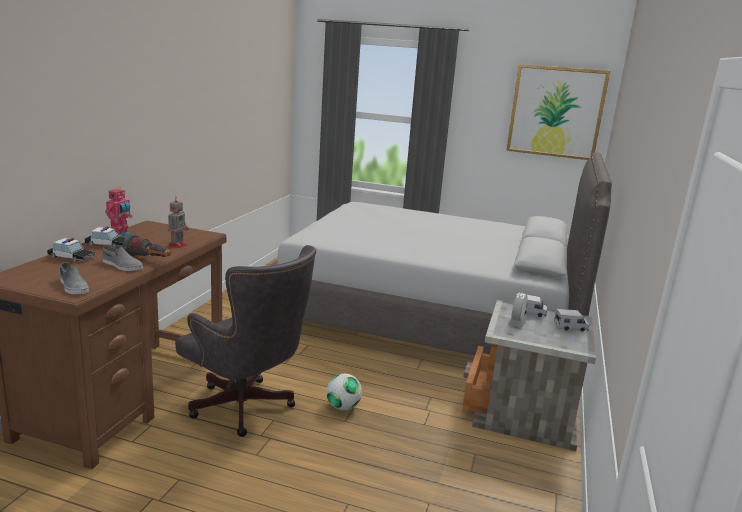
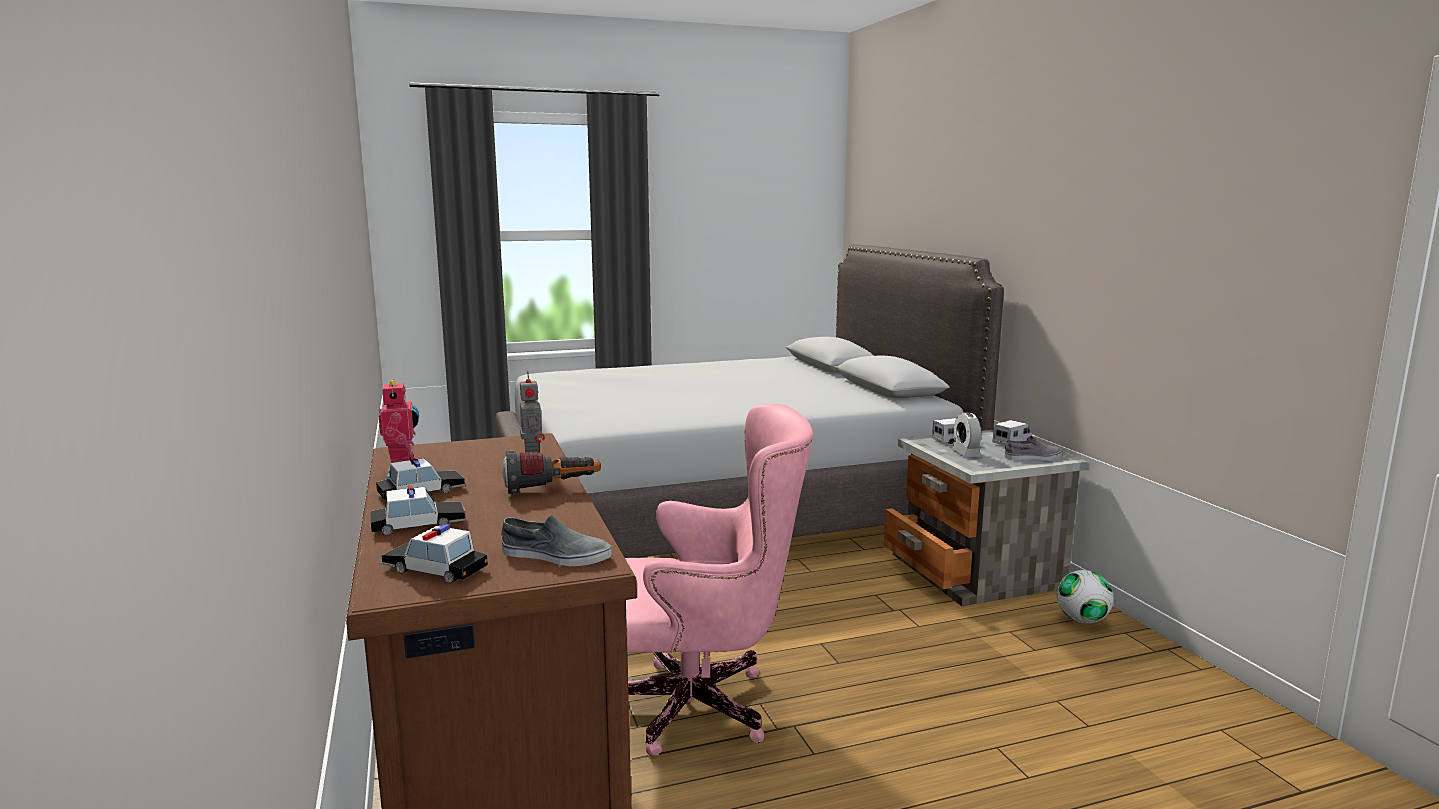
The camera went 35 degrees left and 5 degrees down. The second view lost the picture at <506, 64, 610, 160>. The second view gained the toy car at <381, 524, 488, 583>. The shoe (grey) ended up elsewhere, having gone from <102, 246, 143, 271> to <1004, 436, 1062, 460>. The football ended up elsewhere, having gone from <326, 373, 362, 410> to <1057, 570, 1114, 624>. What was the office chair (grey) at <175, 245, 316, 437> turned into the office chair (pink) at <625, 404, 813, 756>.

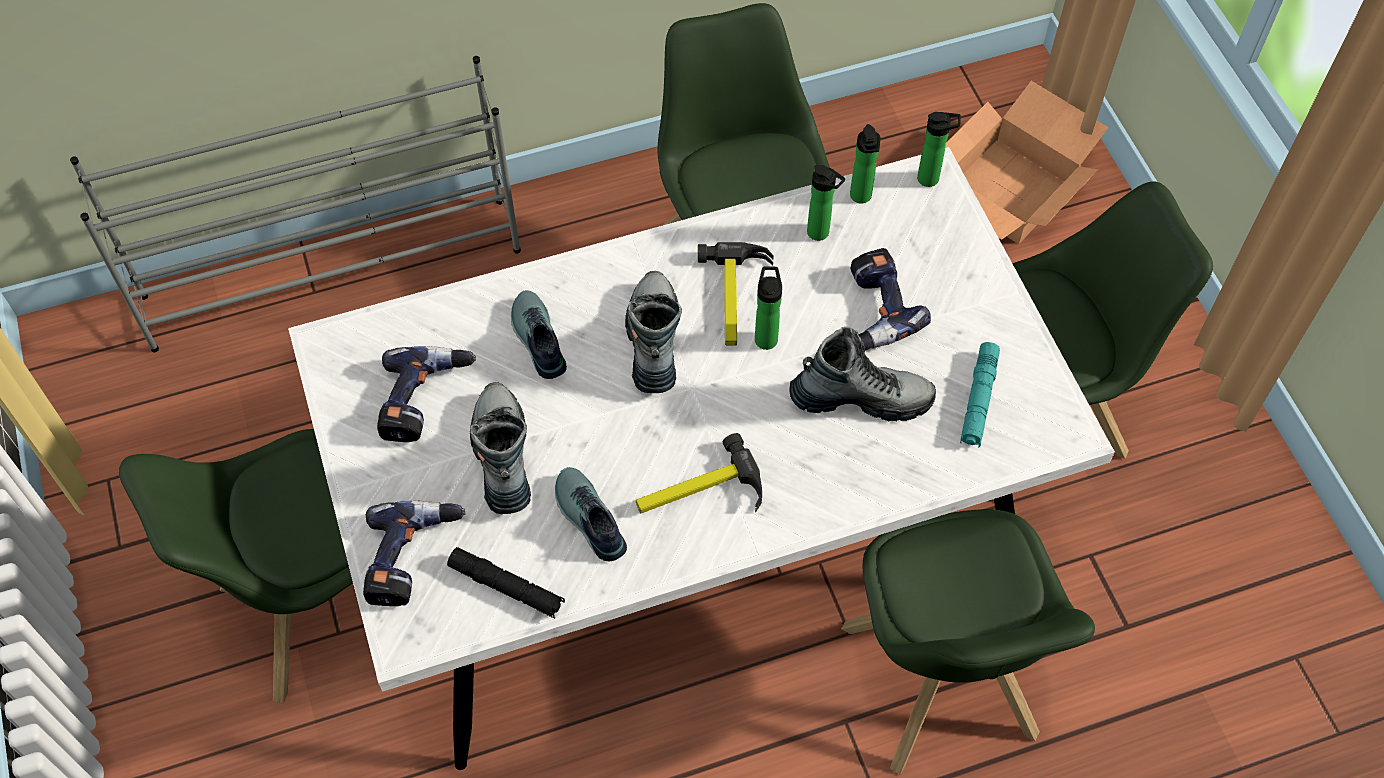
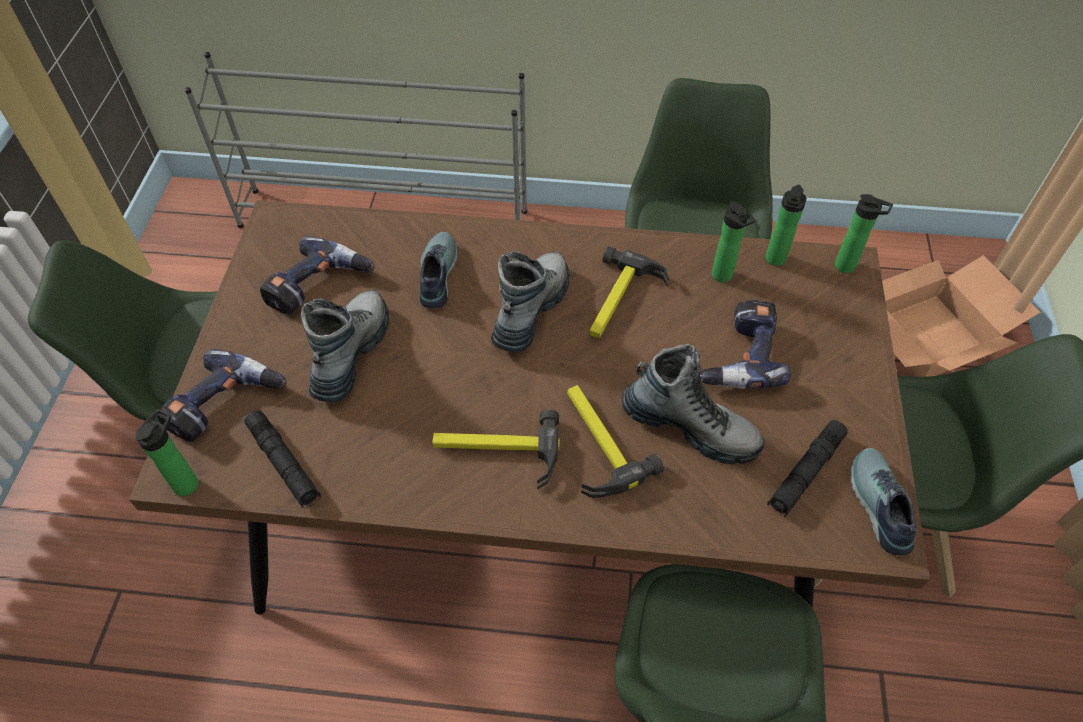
The camera went 25 degrees right and 5 degrees down. The second view gained the hammer at <567, 385, 664, 498>. The shoe ended up elsewhere, having gone from <555, 467, 627, 561> to <850, 448, 917, 555>. The bottle ended up elsewhere, having gone from <755, 266, 782, 350> to <136, 409, 198, 496>. What was the dining table (white) at <288, 147, 1115, 770> turned into the dining table (brown) at <129, 200, 930, 615>. What was the flashlight (turquoise) at <960, 342, 1000, 447> turned into the flashlight (black) at <767, 420, 847, 517>.

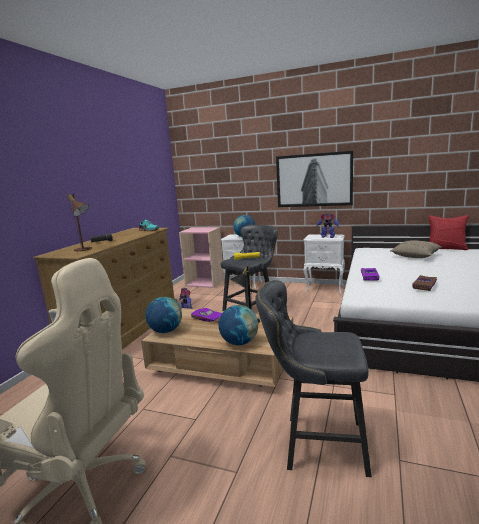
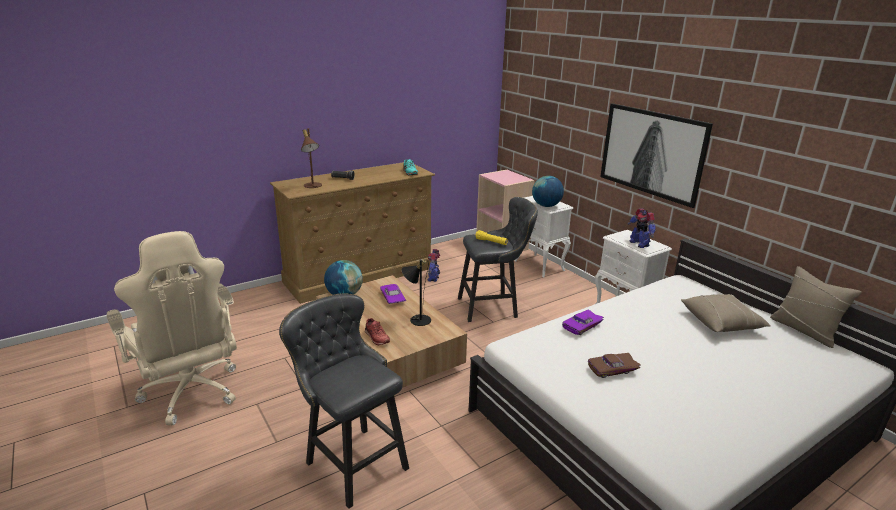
The camera went 35 degrees right and 10 degrees up. Where the globe stood at <219, 305, 258, 345>, the shoe (red) came to stand at <365, 318, 390, 346>. What was the pillow (red) at <428, 215, 469, 250> turned into the pillow (beige) at <770, 266, 862, 348>.

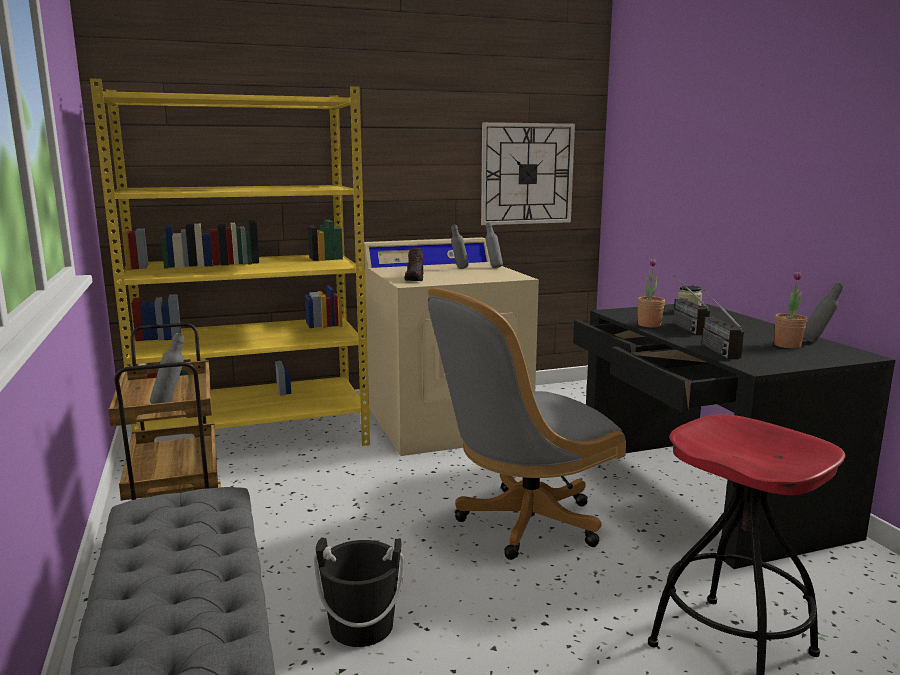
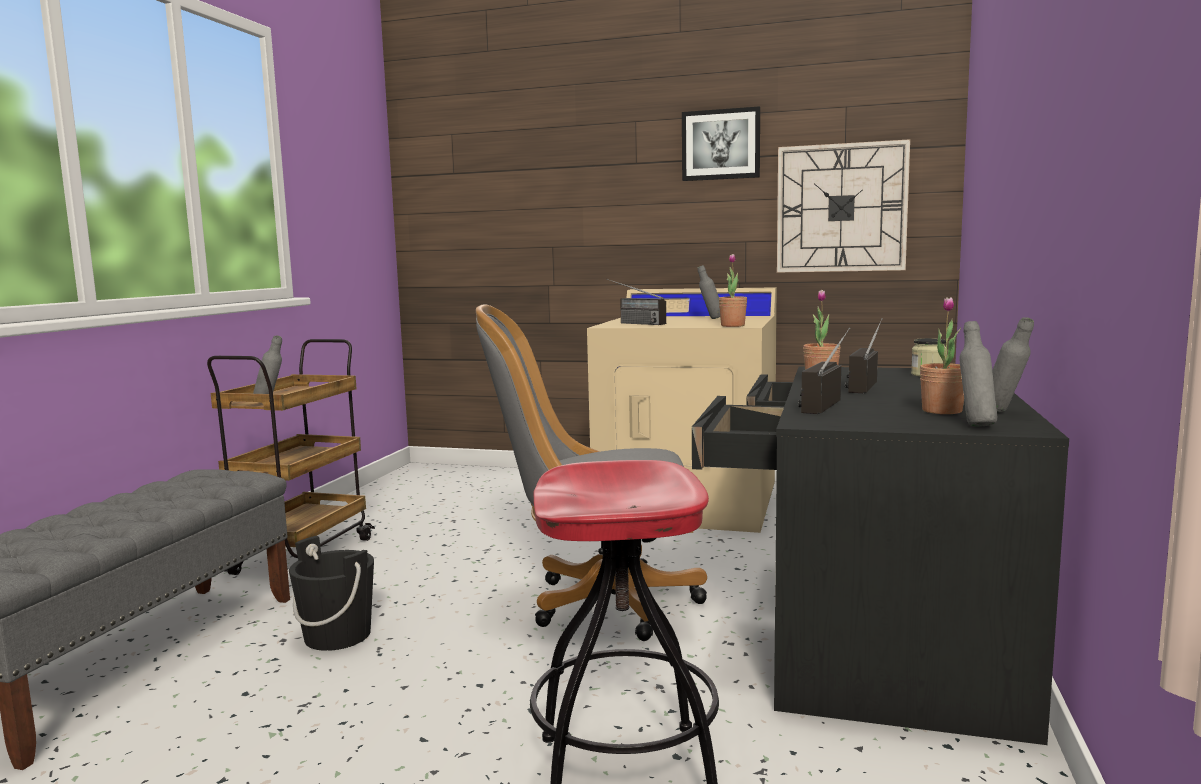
The camera went 35 degrees right and 5 degrees down. The second view lost the bookcase (yellow) at <90, 78, 370, 446>. The second view gained the picture at <682, 106, 760, 181>. The second view gained the potted plant at <719, 254, 747, 327>. The bottle (grey) ended up elsewhere, having gone from <485, 223, 503, 268> to <959, 321, 997, 427>. Where the shoe stood at <405, 248, 423, 281>, the radio came to stand at <606, 279, 666, 325>.

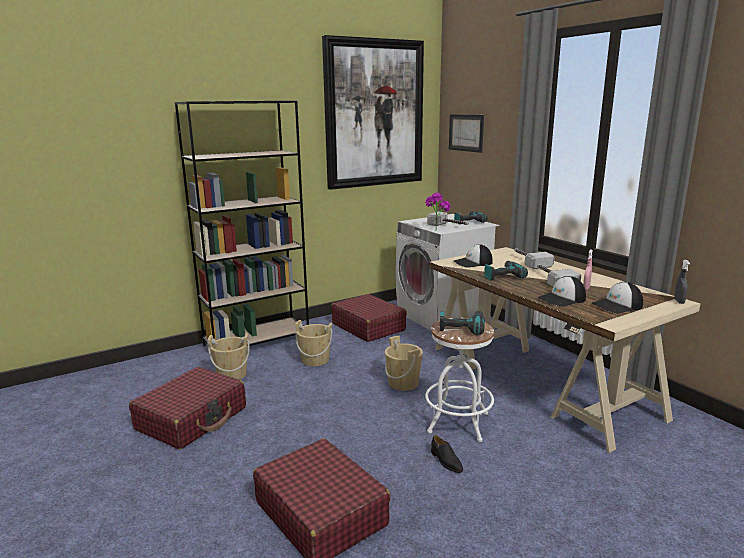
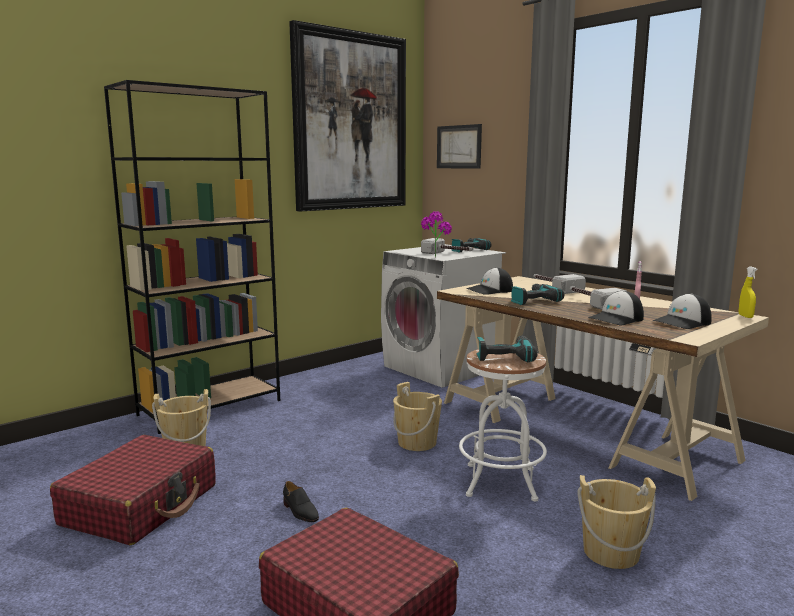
The camera went 10 degrees left and 5 degrees down. The second view lost the suitcase (red) at <331, 294, 407, 342>. The bucket (beige) ended up elsewhere, having gone from <295, 320, 332, 366> to <577, 475, 656, 569>. The shoe (black) ended up elsewhere, having gone from <431, 435, 463, 473> to <283, 481, 319, 522>. What was the spray bottle (grey) at <674, 260, 690, 304> turned into the spray bottle (yellow) at <739, 266, 757, 318>.

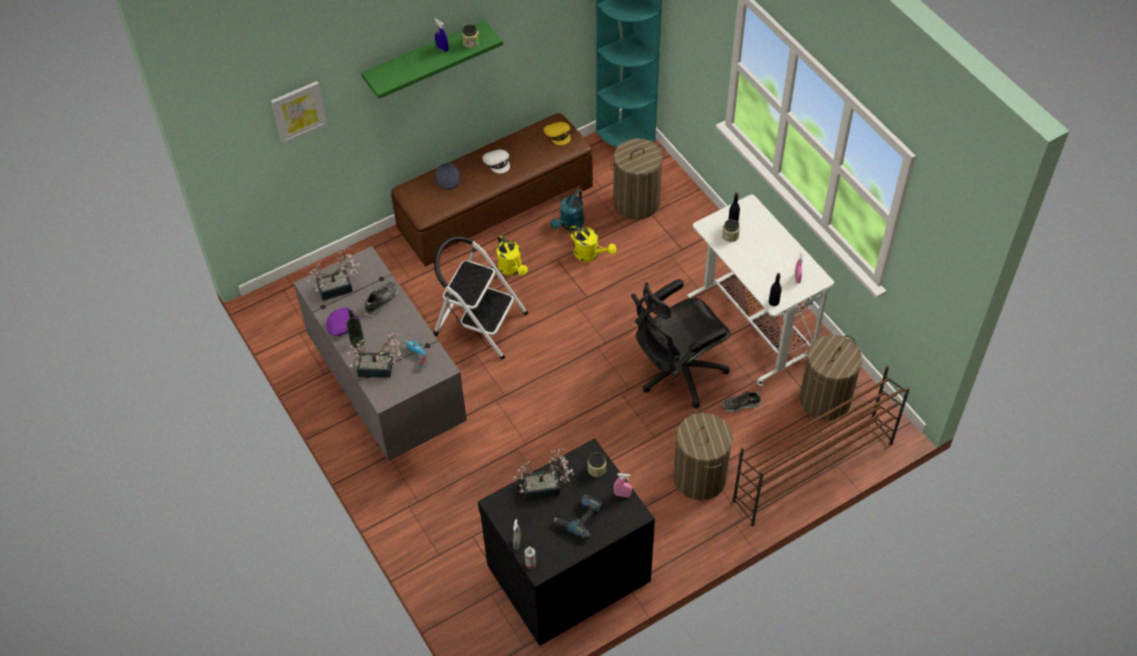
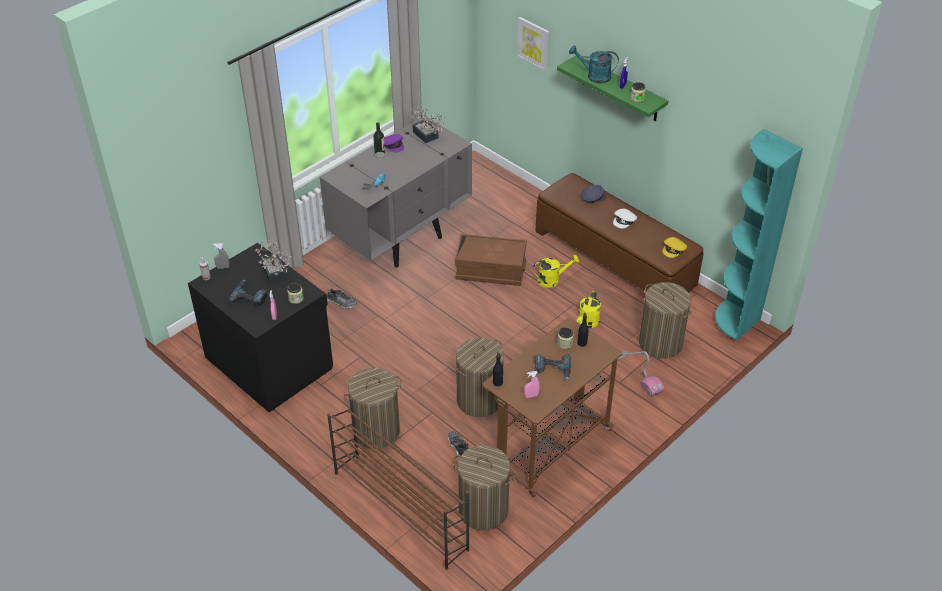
The camera went 75 degrees right and 10 degrees down. The second view lost the potted plant at <347, 333, 404, 378>. The second view gained the power drill at <535, 354, 571, 381>. The second view gained the vacuum cleaner at <618, 351, 664, 397>. The shoe ended up elsewhere, having gone from <364, 282, 398, 316> to <327, 288, 357, 309>. The watering can (turquoise) ended up elsewhere, having gone from <551, 190, 584, 230> to <569, 45, 619, 83>. Where the step ladder stood at <433, 236, 528, 359>, the storage box (brown) came to stand at <455, 233, 527, 286>. Where the office chair stood at <631, 279, 730, 408>, the laundry basket came to stand at <456, 338, 504, 417>. What was the desk (white) at <687, 195, 834, 386> turned into the desk (brown) at <483, 318, 622, 498>. The watering can (yellow) at <497, 235, 528, 276> ended up facing another way, 150 degrees counterclockwise from before.

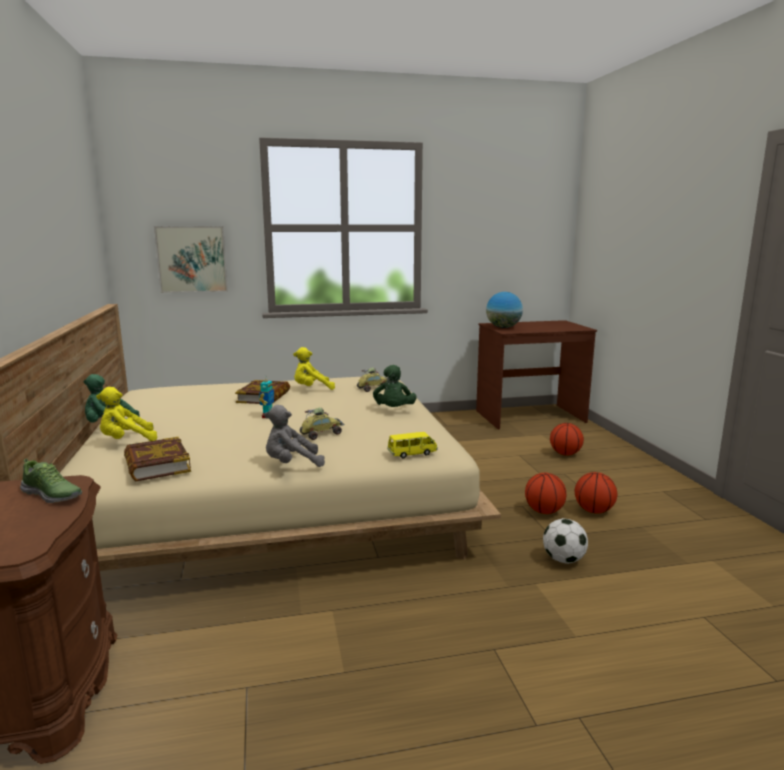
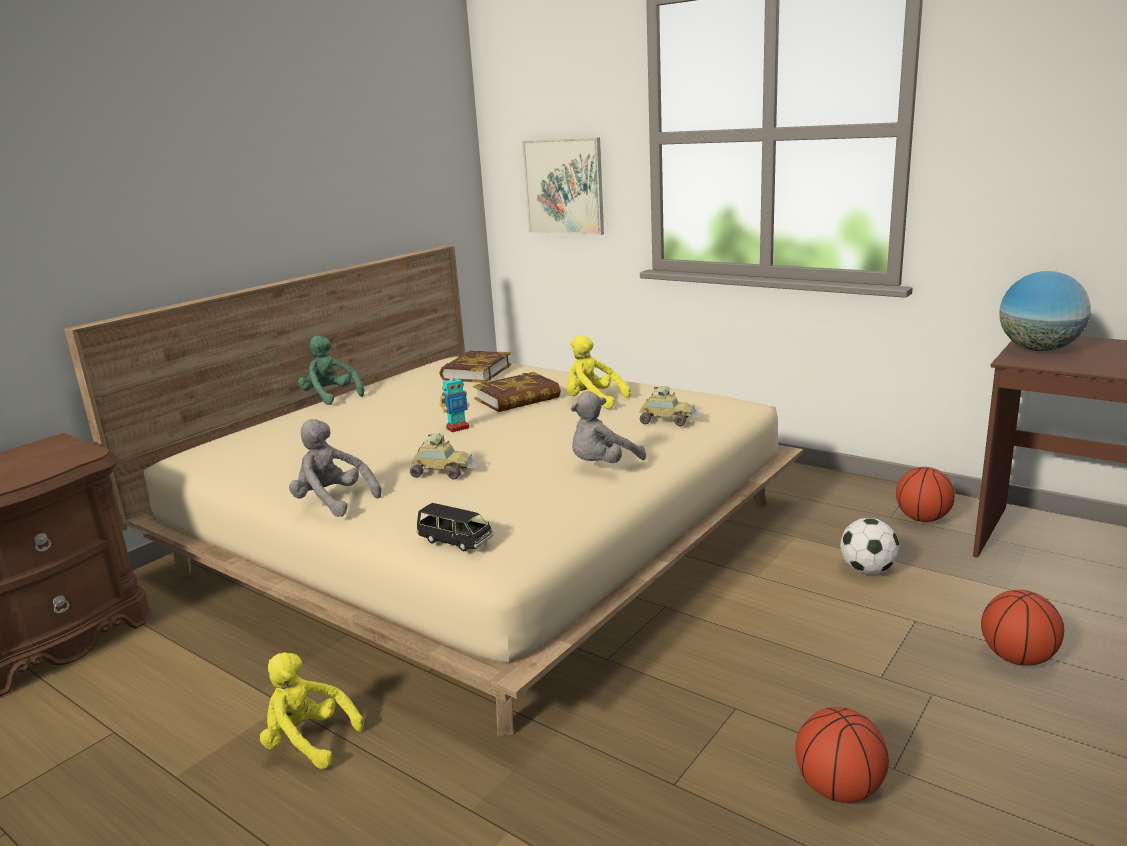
The camera went 50 degrees right and 5 degrees up. The second view lost the shoe at <20, 458, 82, 503>. The plush toy (yellow) ended up elsewhere, having gone from <96, 387, 157, 441> to <260, 652, 364, 769>. The book ended up elsewhere, having gone from <124, 437, 191, 482> to <439, 351, 512, 383>. The basketball ended up elsewhere, having gone from <525, 473, 566, 514> to <896, 467, 955, 522>. The football ended up elsewhere, having gone from <543, 518, 588, 564> to <840, 518, 899, 574>. What was the plush toy (green) at <373, 365, 417, 407> turned into the plush toy (grey) at <571, 391, 646, 463>. What was the toy car (yellow) at <387, 432, 438, 458> turned into the toy car (black) at <416, 503, 494, 551>.

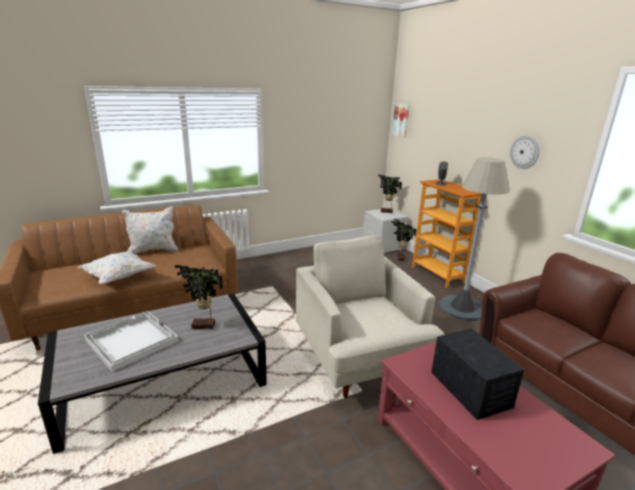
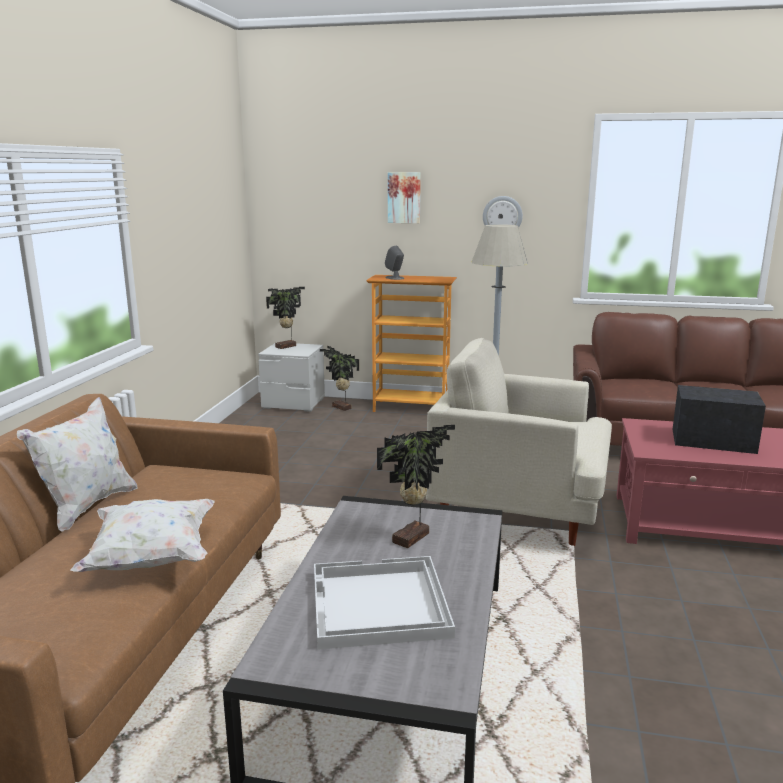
The camera went 50 degrees left and 5 degrees down. The picture ended up elsewhere, having gone from <392, 104, 410, 137> to <388, 172, 421, 223>.

